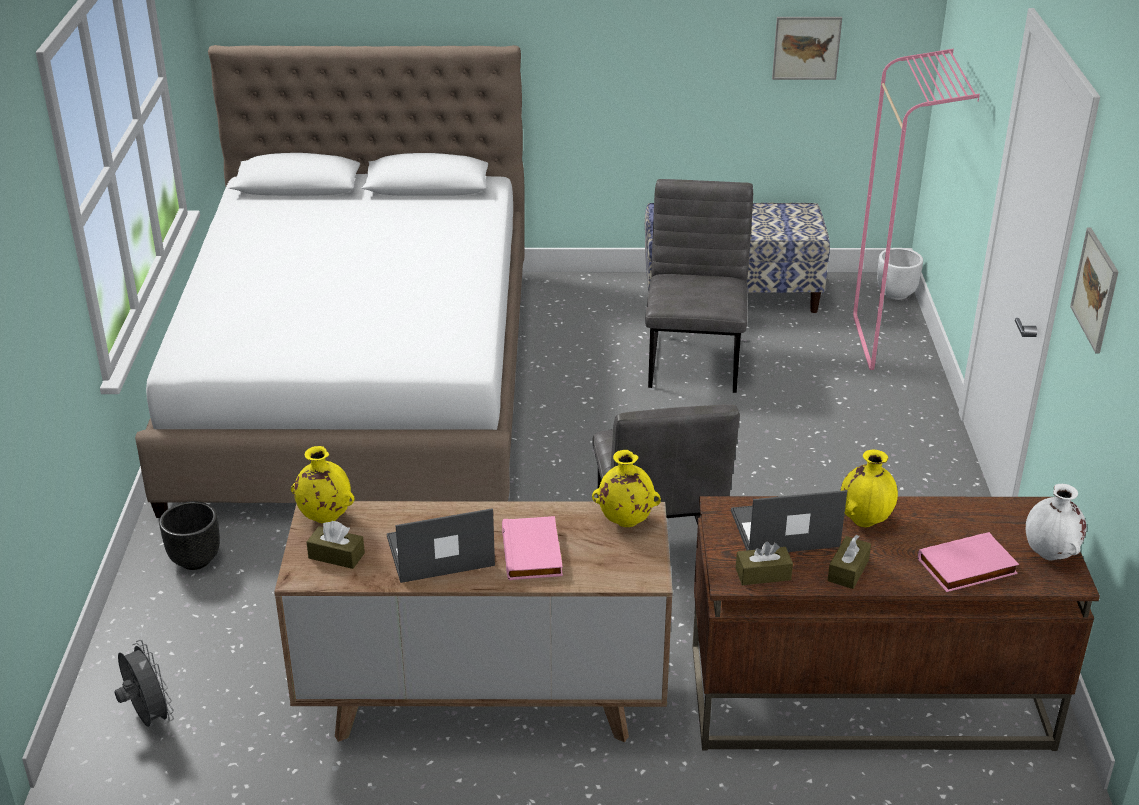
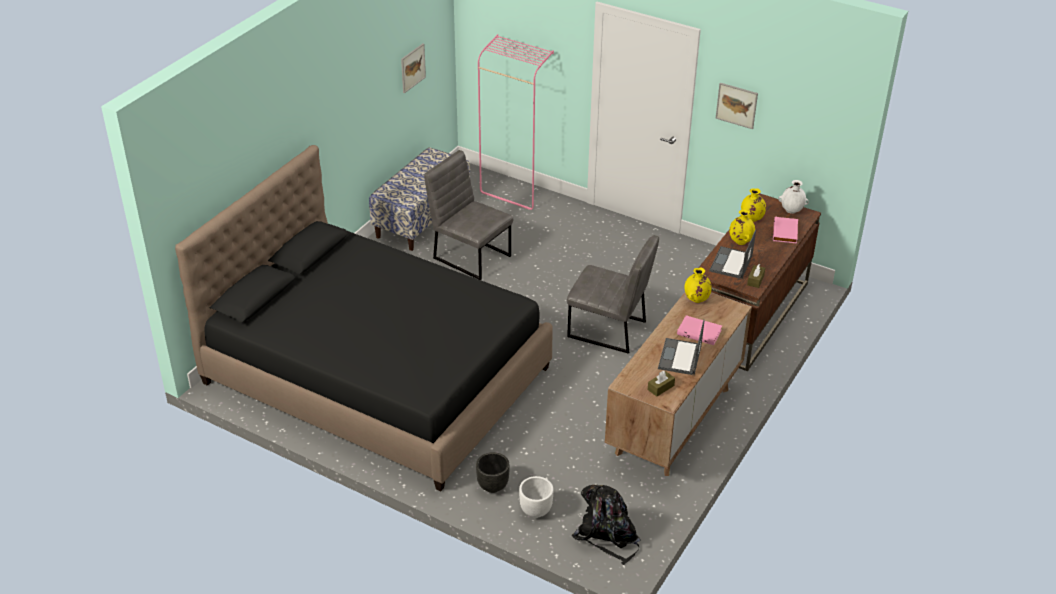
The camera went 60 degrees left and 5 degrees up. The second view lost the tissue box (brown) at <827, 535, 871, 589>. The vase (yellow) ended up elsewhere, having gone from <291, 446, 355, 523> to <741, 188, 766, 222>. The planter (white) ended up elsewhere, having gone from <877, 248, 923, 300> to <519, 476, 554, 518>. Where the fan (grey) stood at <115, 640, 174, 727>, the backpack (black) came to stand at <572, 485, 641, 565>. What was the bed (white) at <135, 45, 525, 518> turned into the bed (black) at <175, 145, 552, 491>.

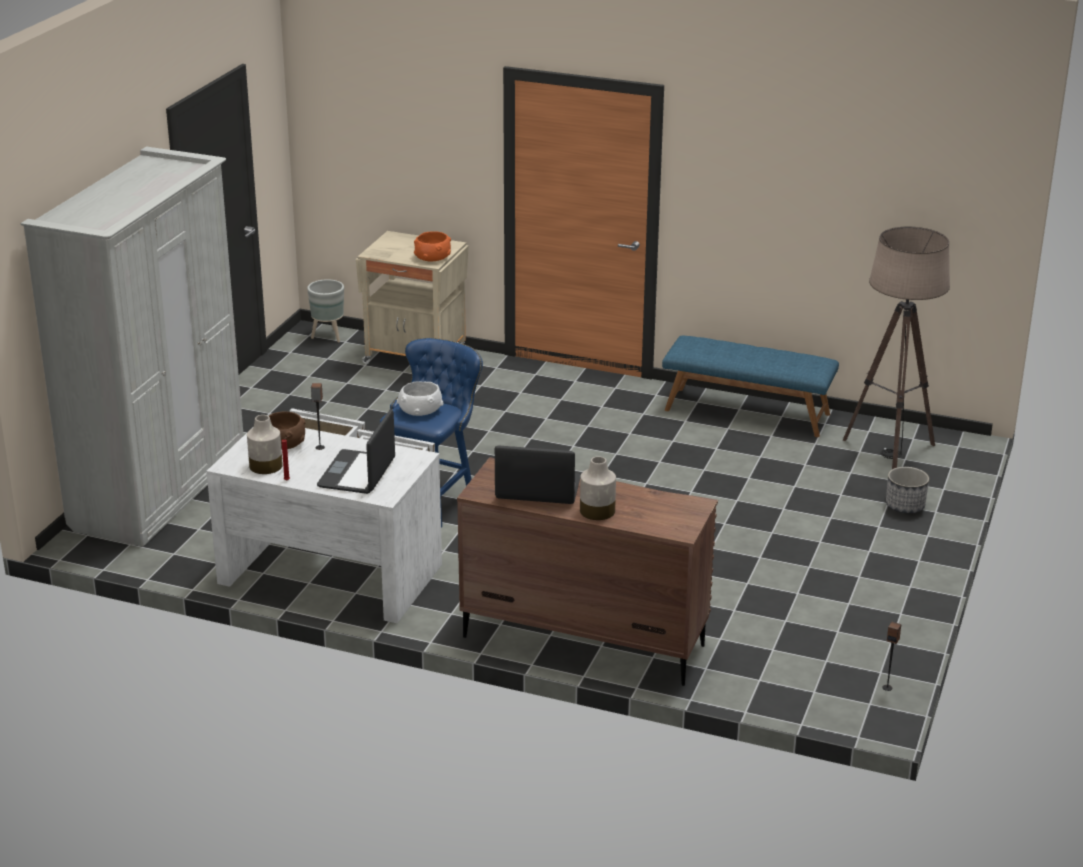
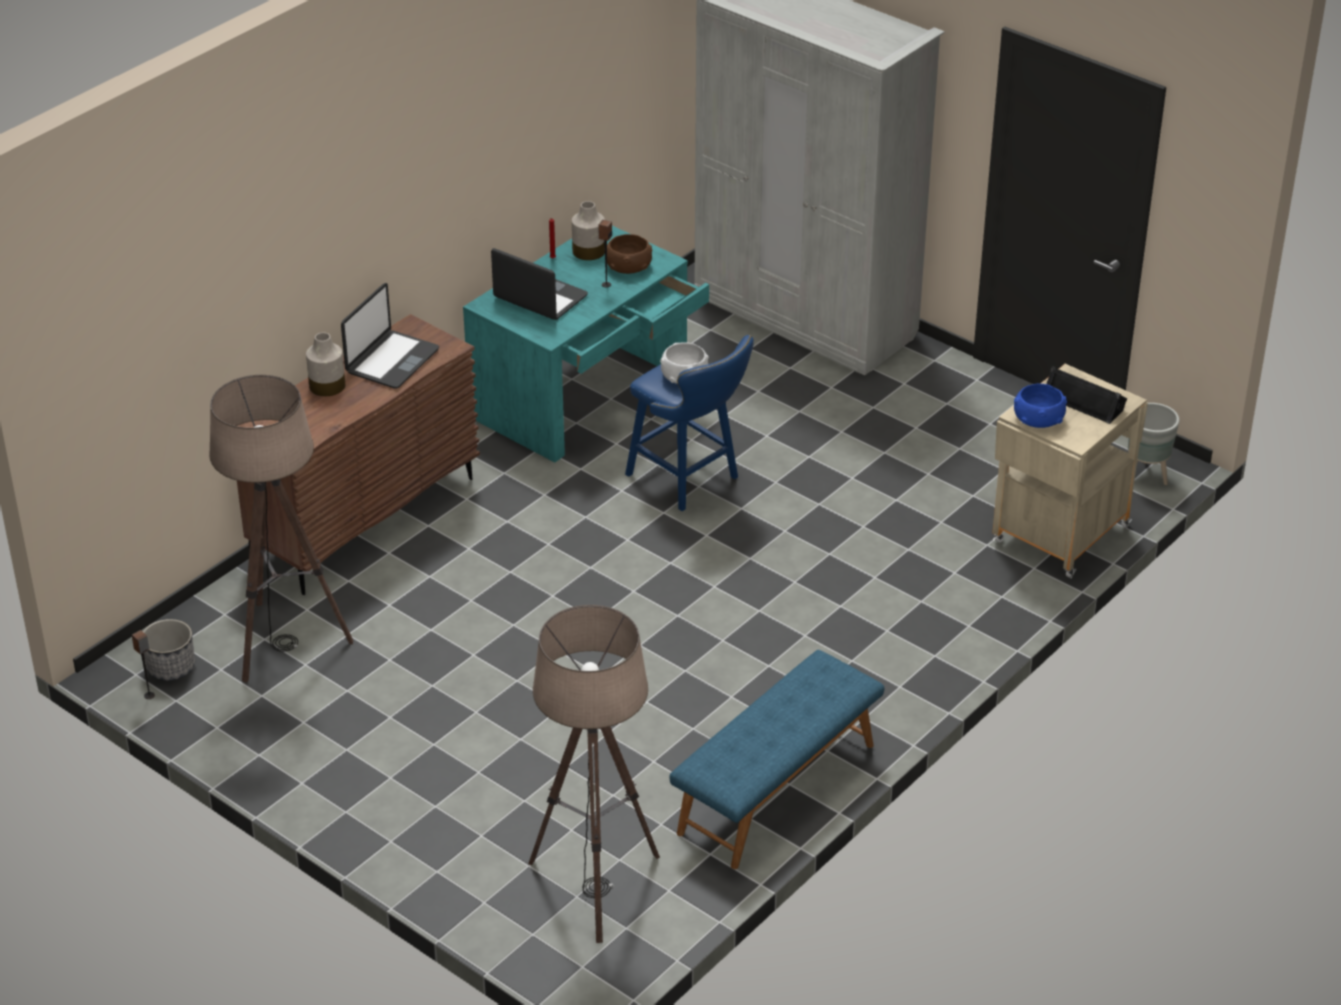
The camera went 110 degrees right and 10 degrees up. The second view gained the floor lamp at <209, 375, 353, 683>. The second view gained the speaker (black) at <1046, 366, 1127, 424>. The planter ended up elsewhere, having gone from <886, 467, 929, 514> to <143, 619, 195, 681>. What was the desk (white) at <206, 408, 442, 623> turned into the desk (turquoise) at <463, 226, 709, 462>. What was the bowl (orange) at <414, 231, 451, 261> turned into the bowl (blue) at <1014, 384, 1067, 428>.

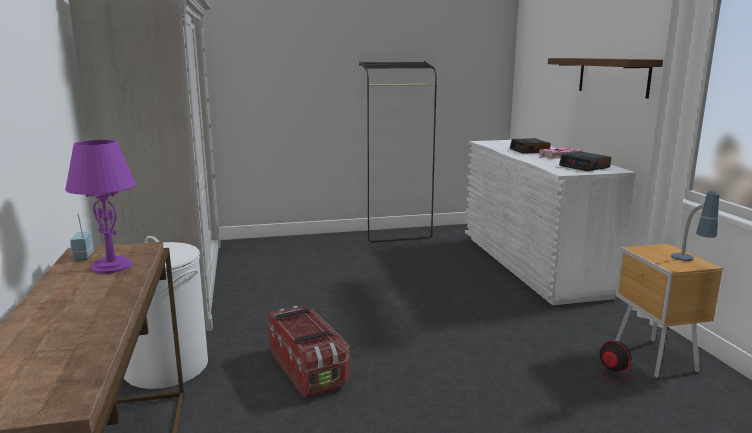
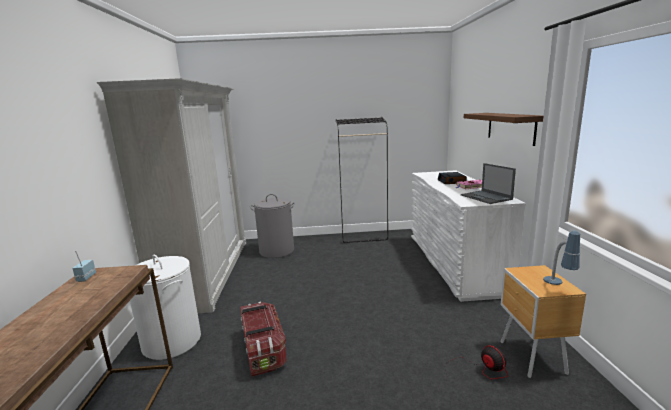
The camera went 10 degrees right and 0 degrees up. The second view lost the table lamp (purple) at <65, 140, 136, 274>. The second view gained the laundry basket (grey) at <250, 194, 295, 258>. Where the alarm clock stood at <559, 152, 611, 171>, the laptop came to stand at <461, 163, 516, 204>.

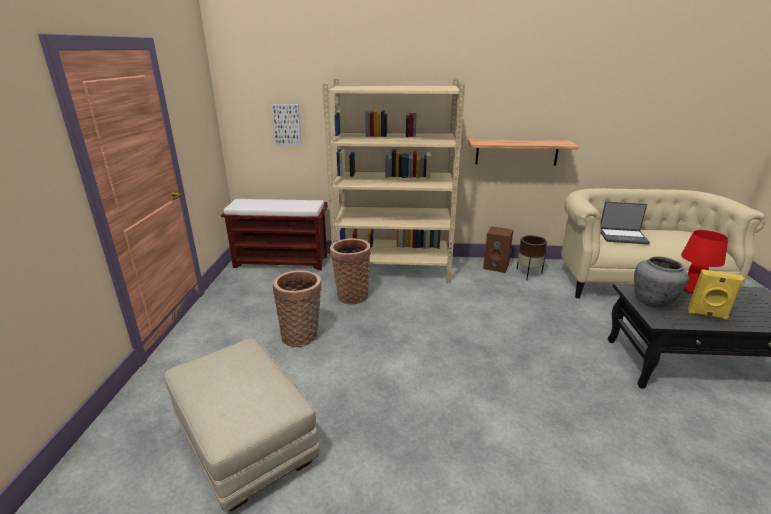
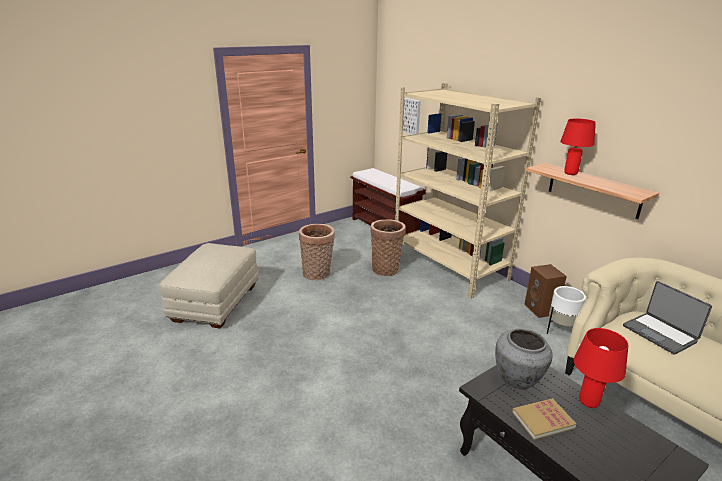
The camera went 50 degrees right and 0 degrees up. The second view gained the table lamp (red) at <560, 119, 596, 175>. Where the speaker (yellow) stood at <688, 269, 744, 320>, the book came to stand at <512, 398, 576, 440>. What was the planter (brown) at <517, 235, 547, 279> turned into the planter (white) at <547, 286, 586, 334>.

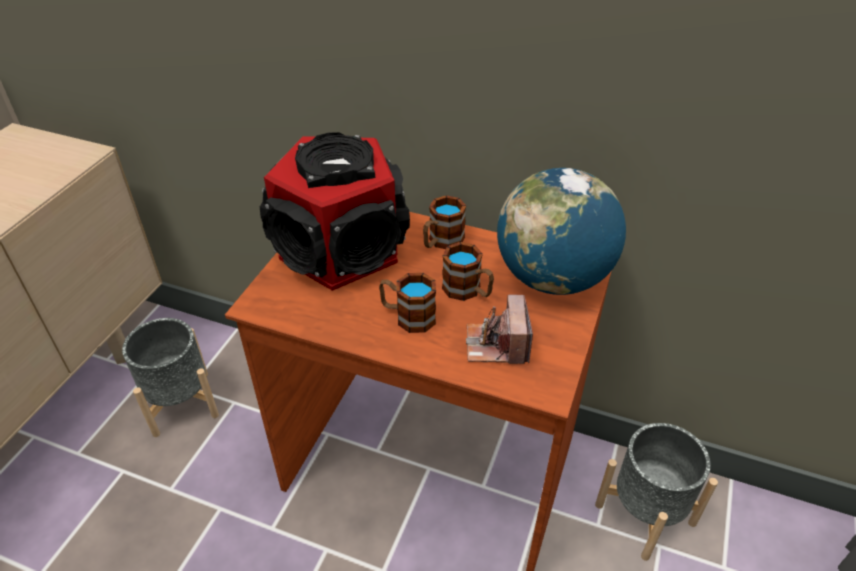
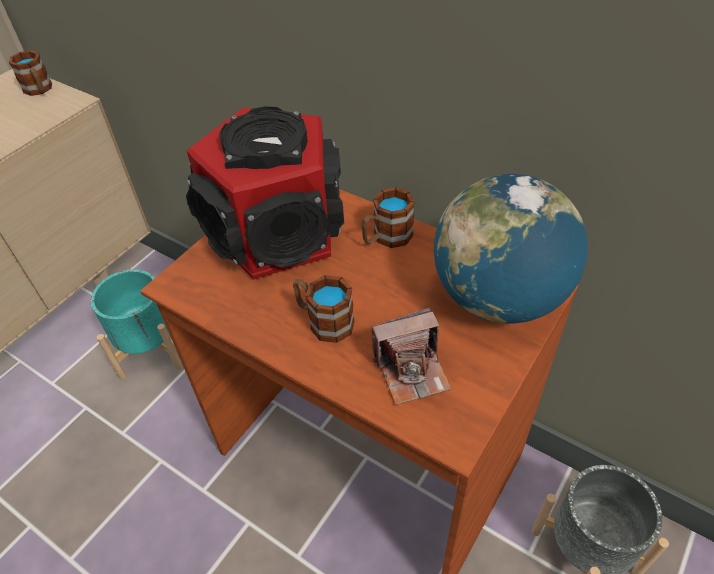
The camera went 15 degrees right and 5 degrees up. The mug ended up elsewhere, having gone from <442, 242, 494, 301> to <9, 50, 52, 96>. What was the planter (grey) at <122, 318, 219, 437> turned into the planter (turquoise) at <91, 269, 182, 380>. The photo camera at <466, 295, 533, 364> ended up facing another way, 120 degrees counterclockwise from before.

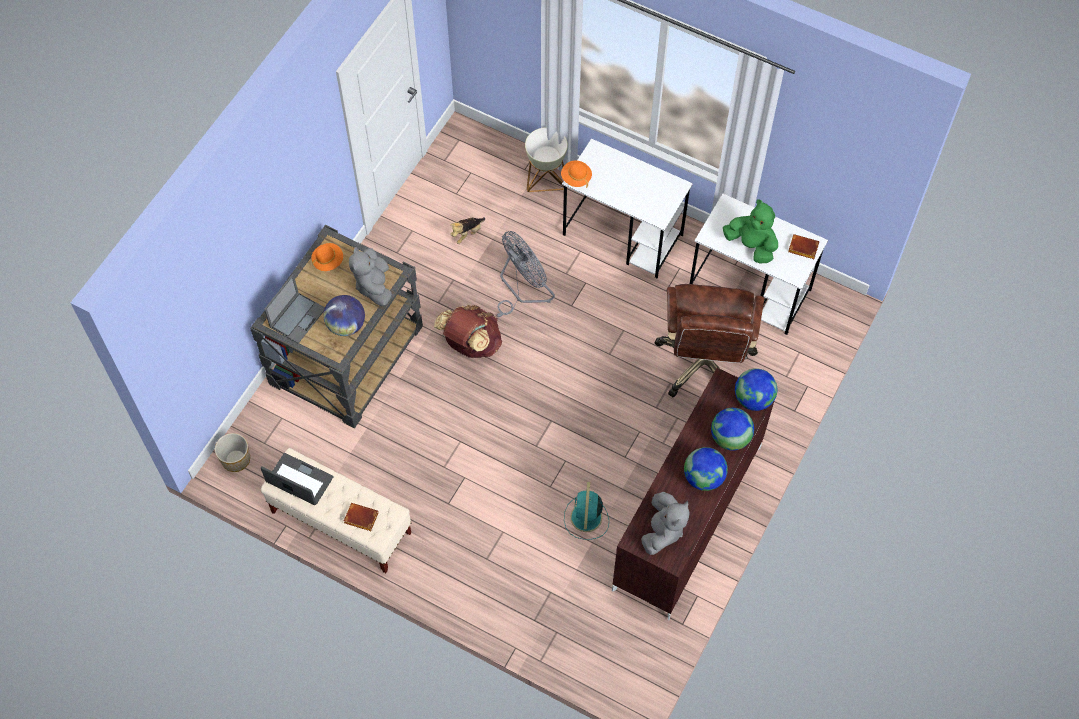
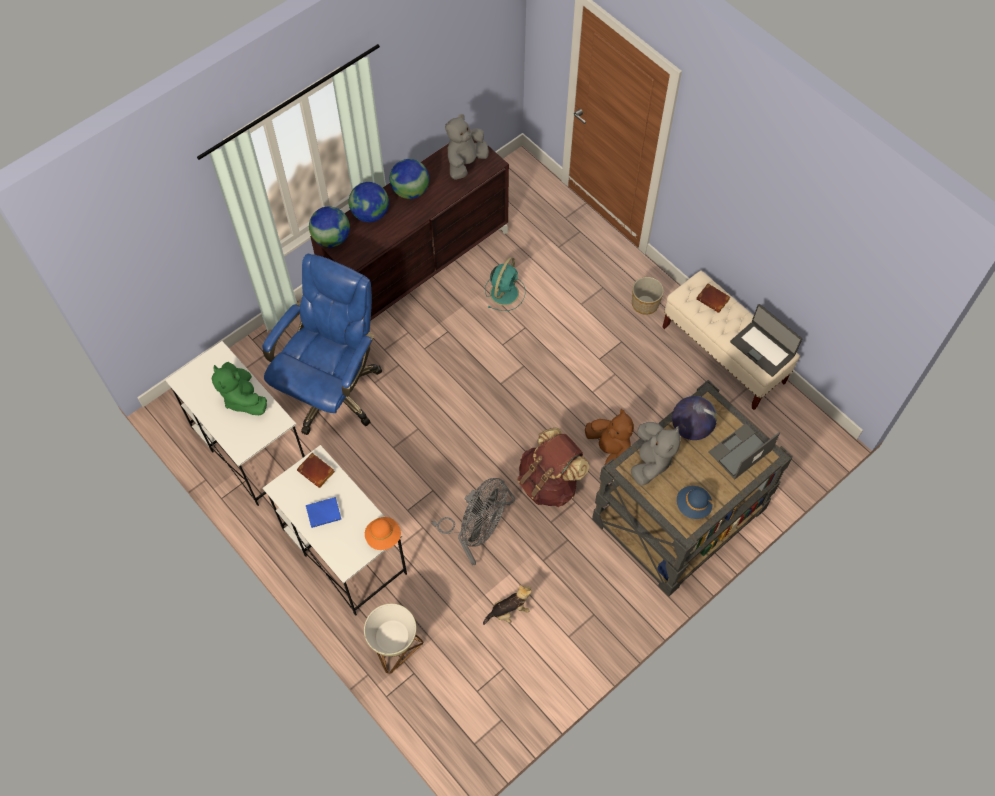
The camera went 160 degrees left and 0 degrees up. The second view gained the book (blue) at <306, 497, 341, 528>. The second view gained the plush toy (brown) at <585, 409, 634, 465>. The planter ended up elsewhere, having gone from <215, 433, 250, 472> to <632, 277, 664, 315>. The book (brown) ended up elsewhere, having gone from <788, 234, 820, 259> to <297, 453, 335, 488>. What was the hat (orange) at <311, 243, 343, 271> turned into the hat (blue) at <677, 486, 713, 519>. What was the office chair (brown) at <655, 284, 764, 397> turned into the office chair (blue) at <262, 254, 382, 435>. The fan (grey) at <496, 231, 555, 317> ended up facing another way, 135 degrees counterclockwise from before.

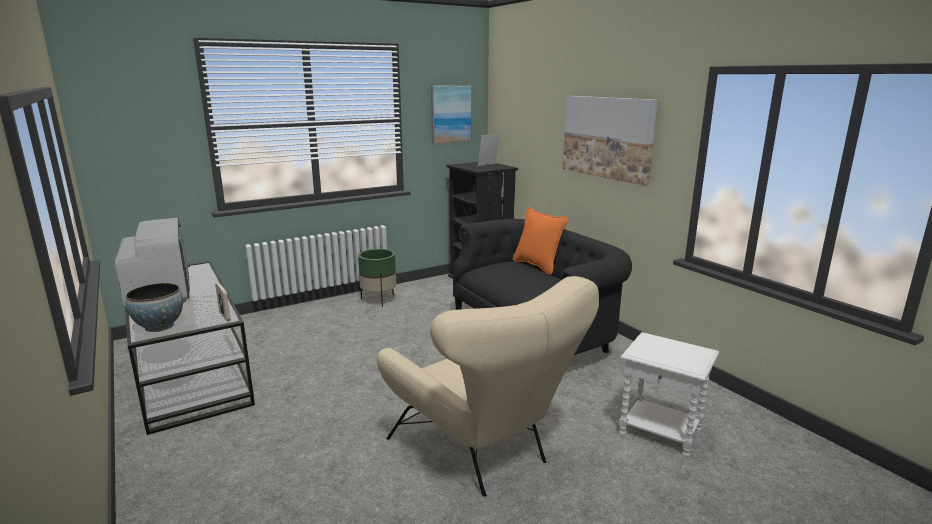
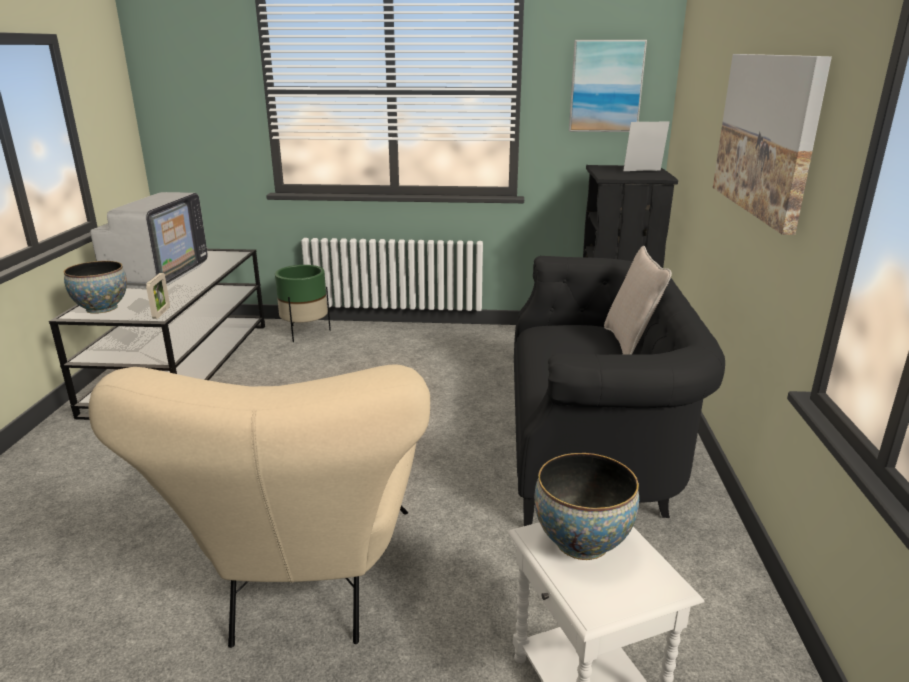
The camera went 35 degrees right and 5 degrees up. The second view gained the bowl at <534, 453, 639, 560>. The planter (green) ended up elsewhere, having gone from <358, 249, 397, 307> to <275, 265, 331, 342>. What was the pillow (orange) at <513, 207, 568, 275> turned into the pillow (beige) at <604, 246, 672, 354>.

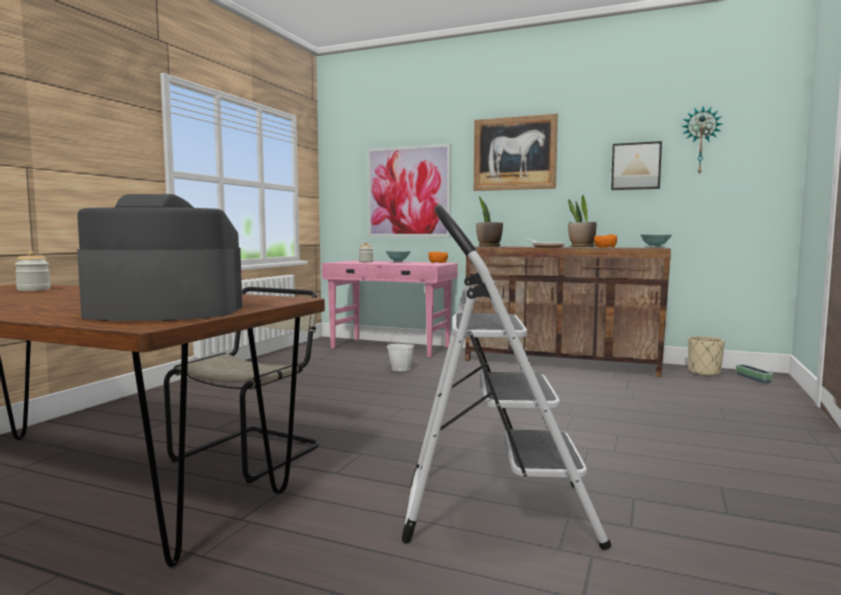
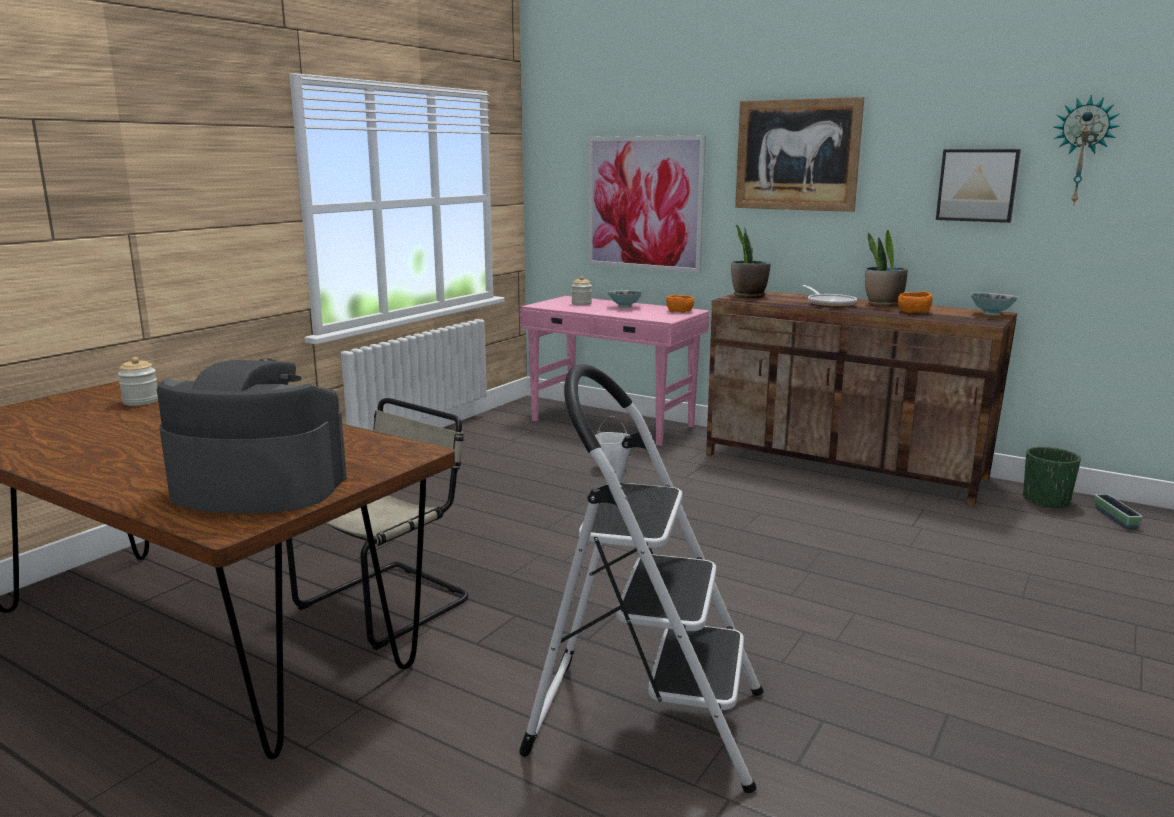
The camera went 10 degrees right and 10 degrees up. What was the planter (beige) at <688, 336, 725, 376> turned into the planter (green) at <1023, 447, 1081, 508>.

